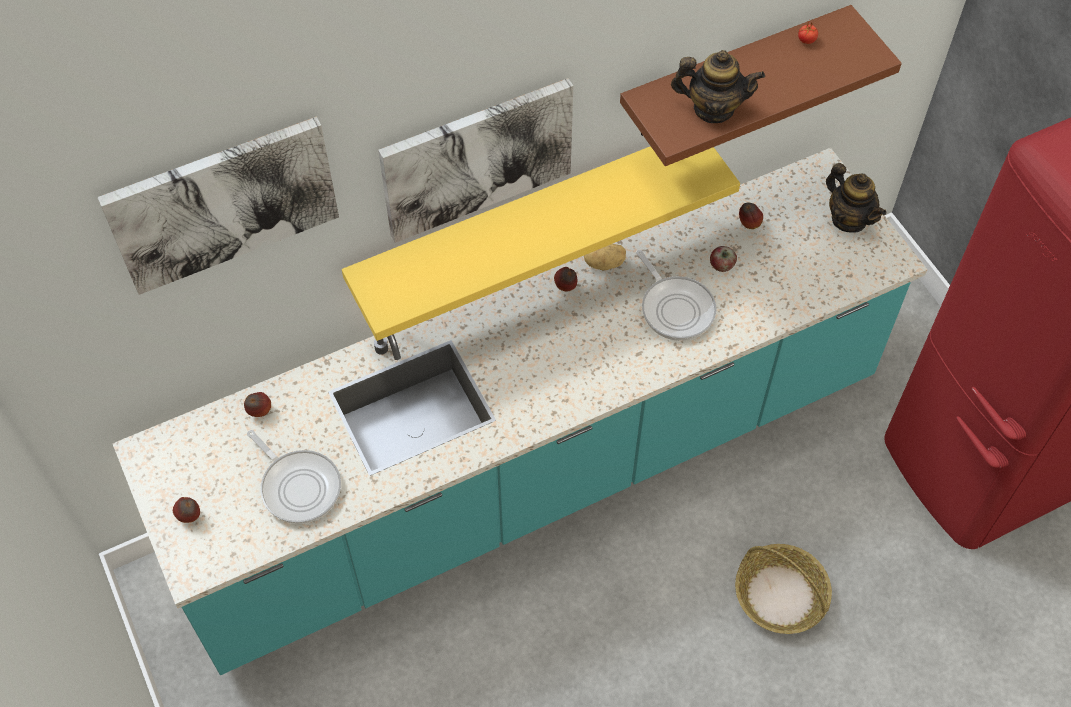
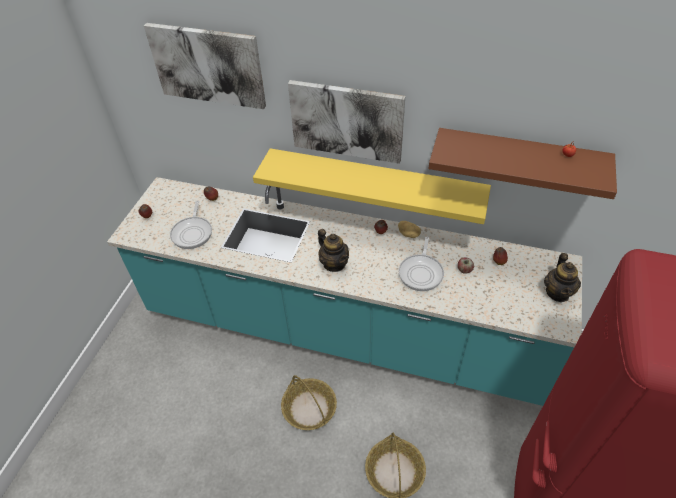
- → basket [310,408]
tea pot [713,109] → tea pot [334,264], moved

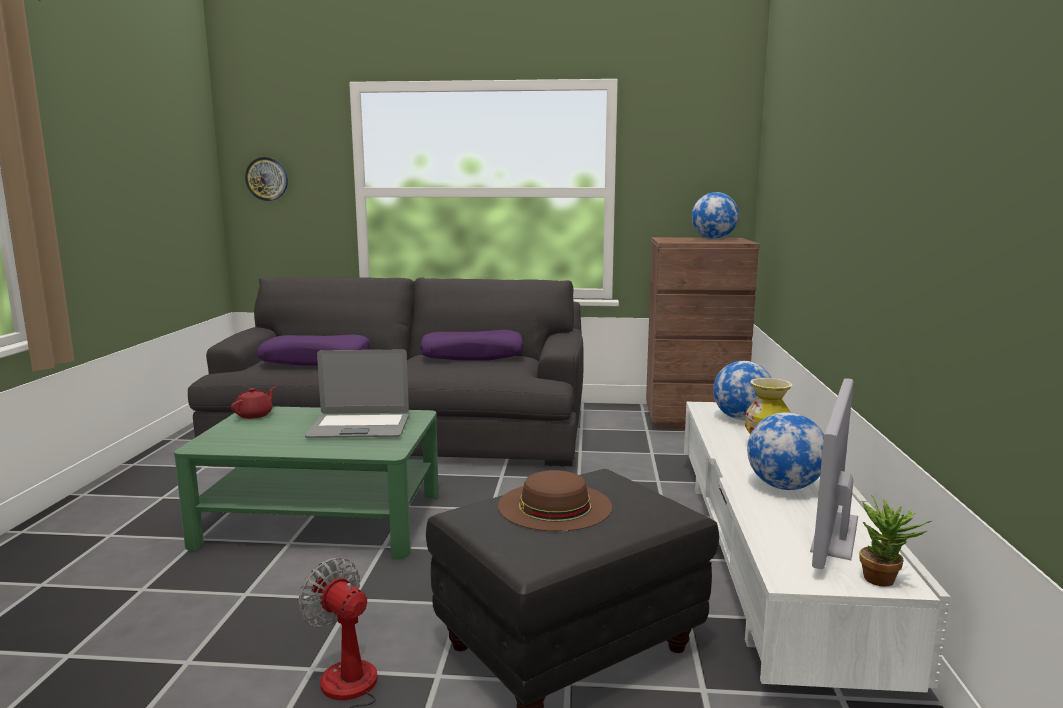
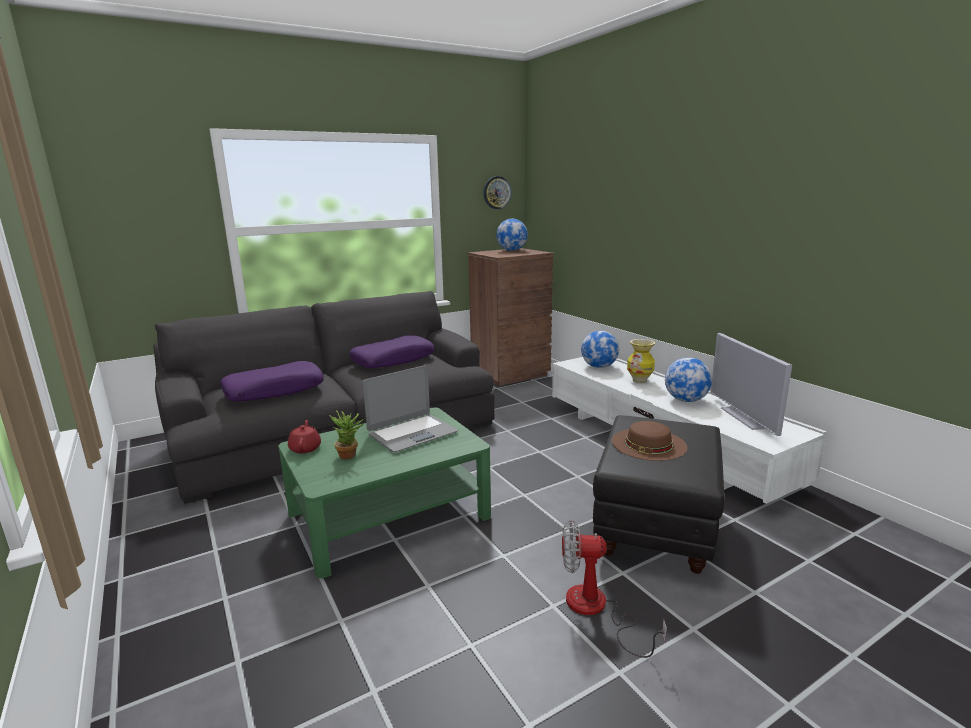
wall clock [267,179] → wall clock [496,192], moved
houseplant [885,580] → houseplant [351,455], moved

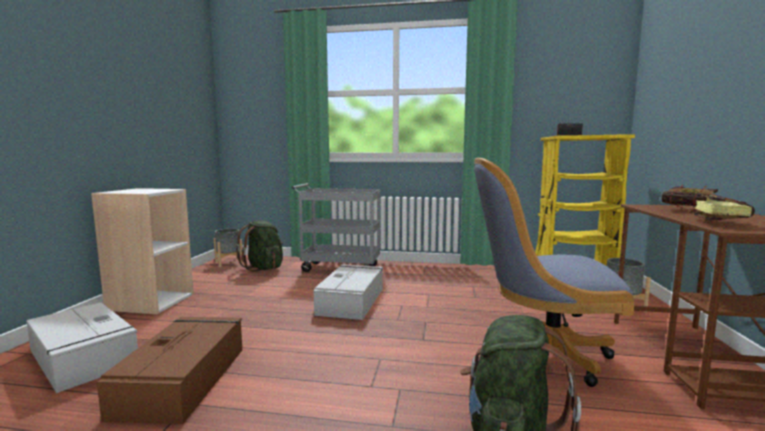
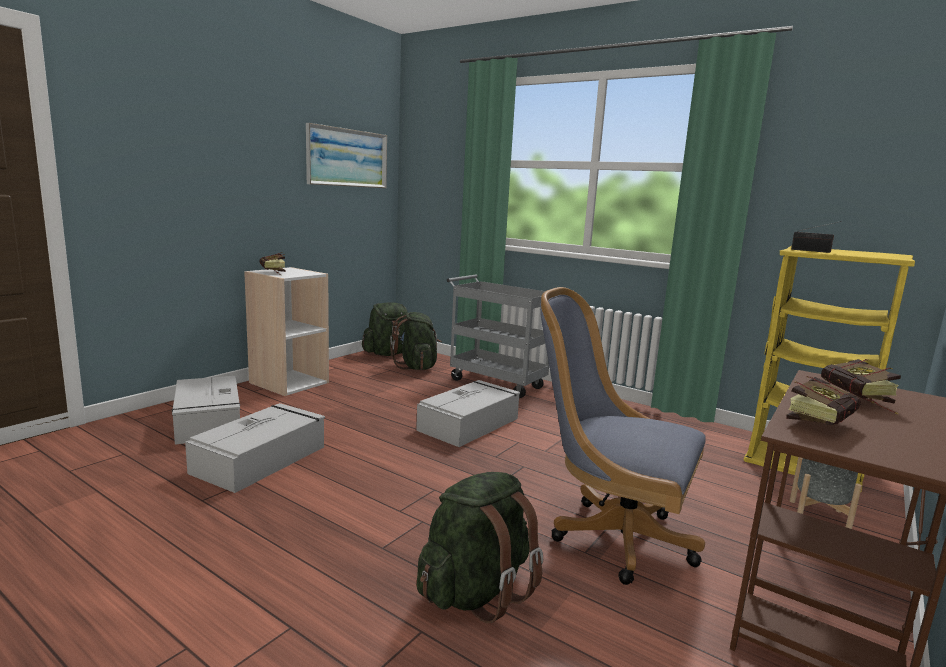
- → volume [273,273]
- → wall picture [347,158]
flower pot/grey [228,262] → backpack/greenish [388,354]
storage box/brown [184,378] → storage box/grey [261,459]

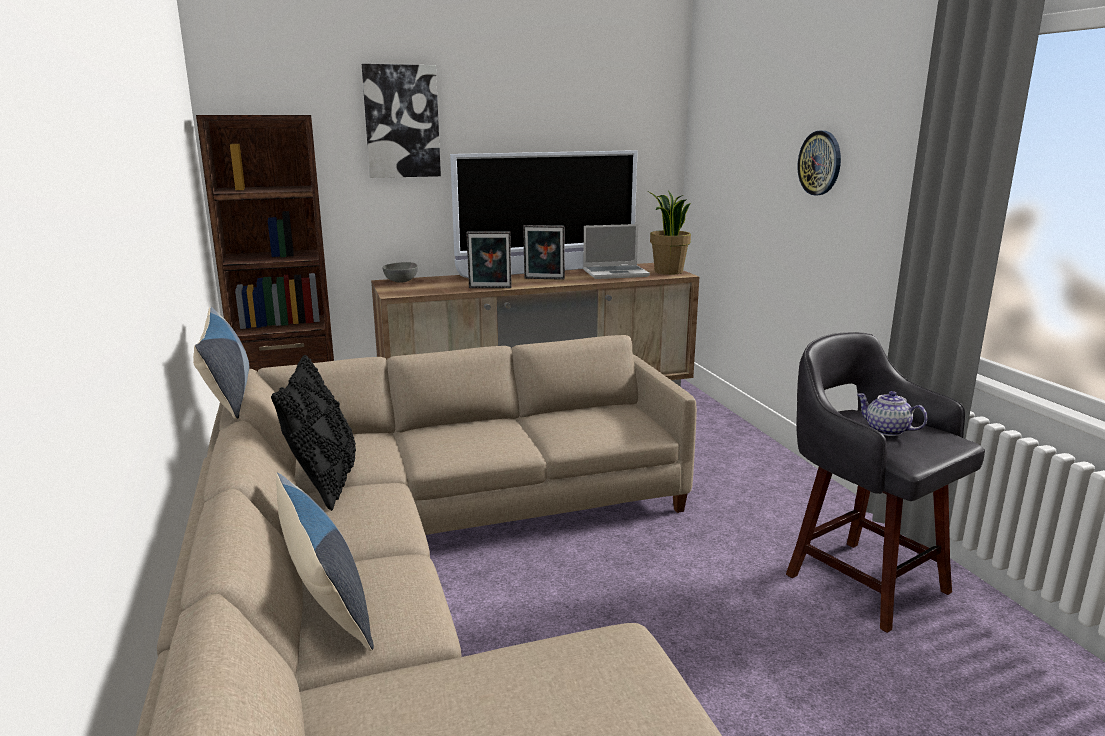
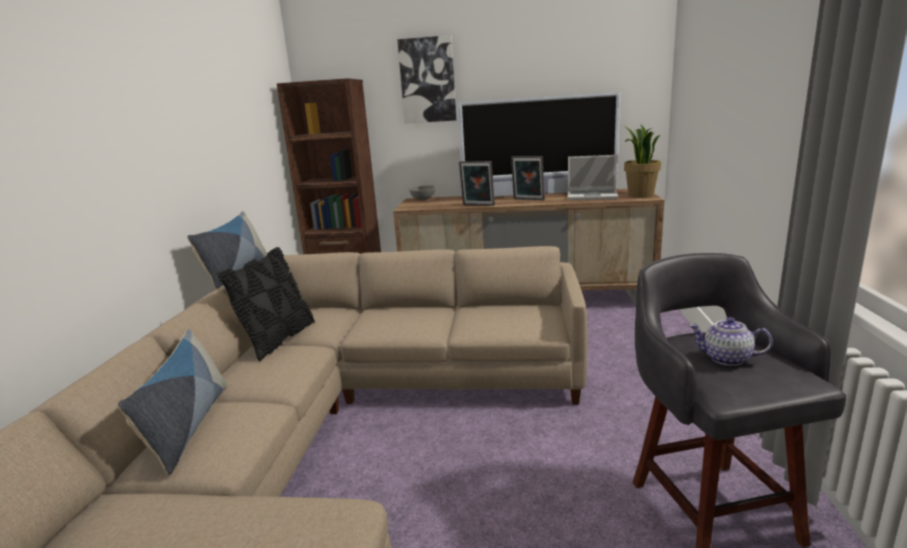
wall clock [820,163] → -
tea pot [886,430] → tea pot [726,359], 45 degrees counterclockwise

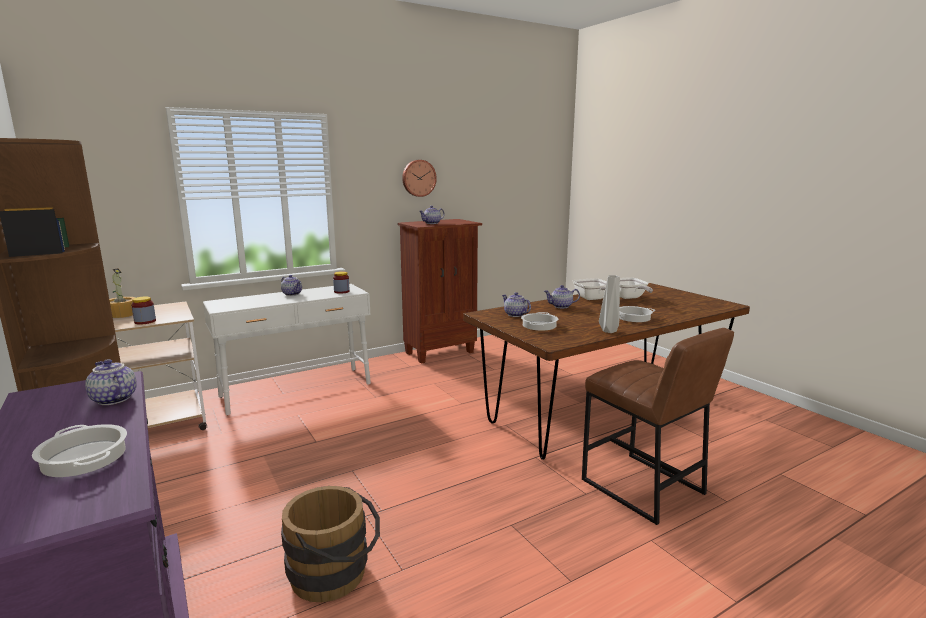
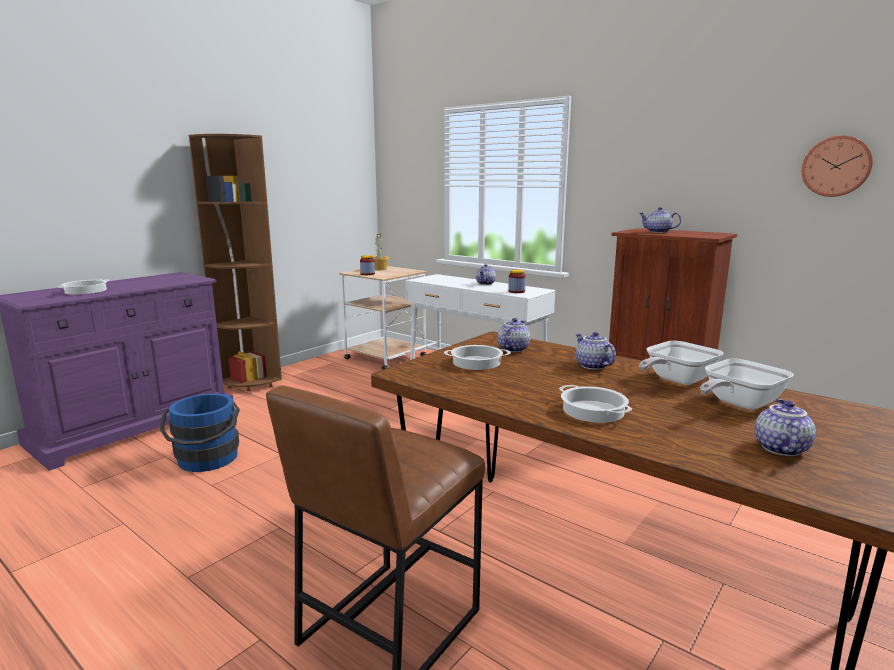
decorative vase/grey [610,331] → -
tea pot [112,399] → tea pot [779,448], moved
wall clock [418,178] → wall clock [836,166], moved
bucket/brown [335,575] → bucket/blue-coloured [206,461]

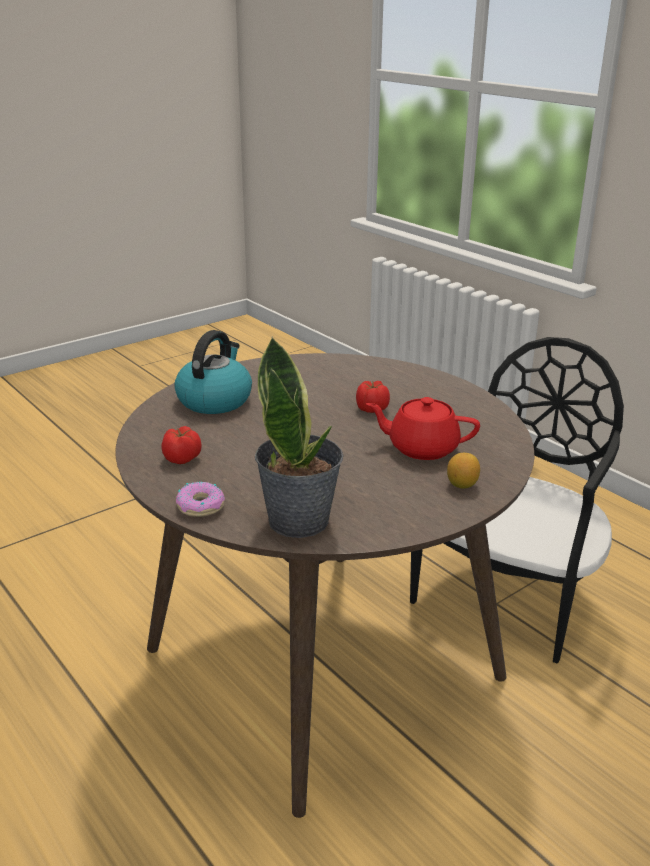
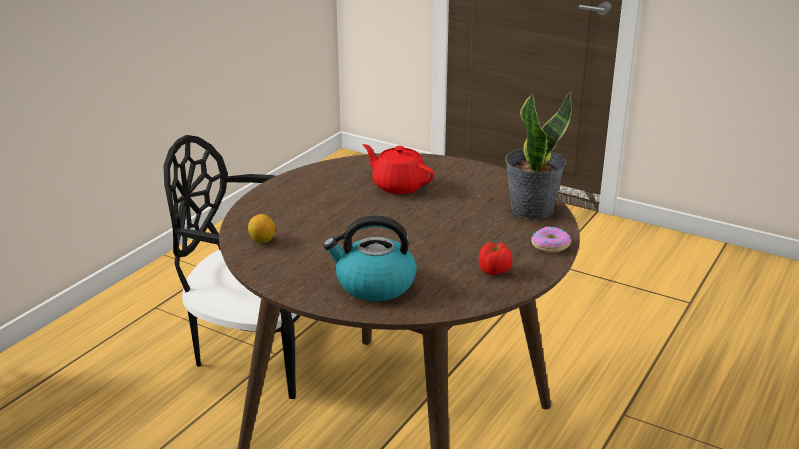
whole tomato [371,408] → -
citrus fruit [462,484] → citrus fruit [262,240], moved
tea pot/reddish [422,448] → tea pot/reddish [398,185], 135 degrees clockwise

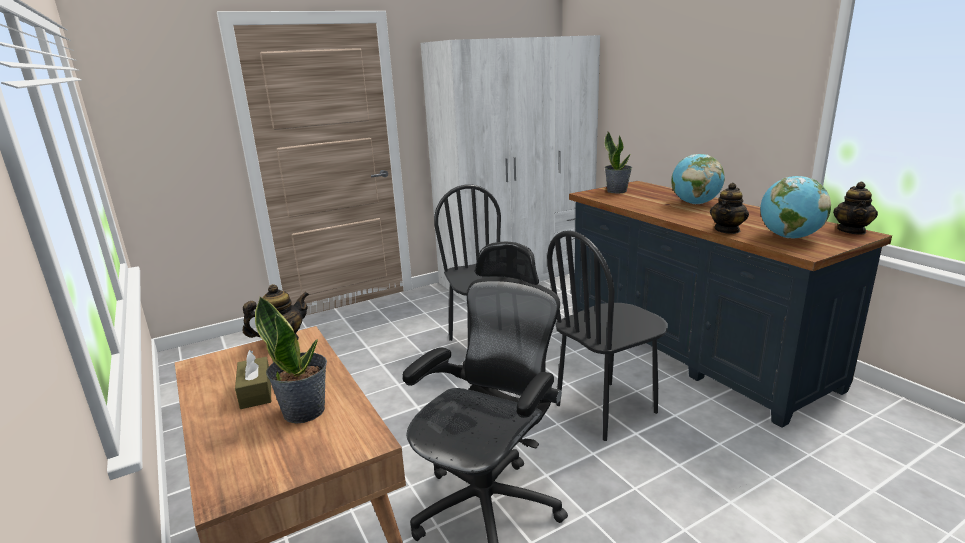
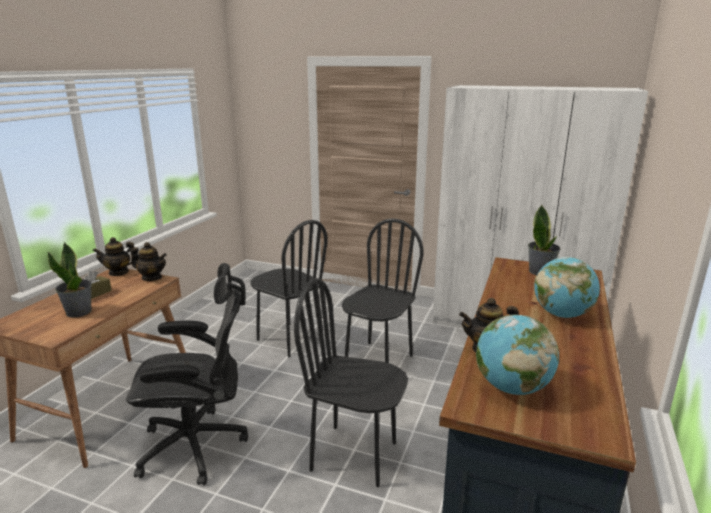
- → plain chair/black [289,339]
tea pot [851,231] → tea pot [119,272], moved

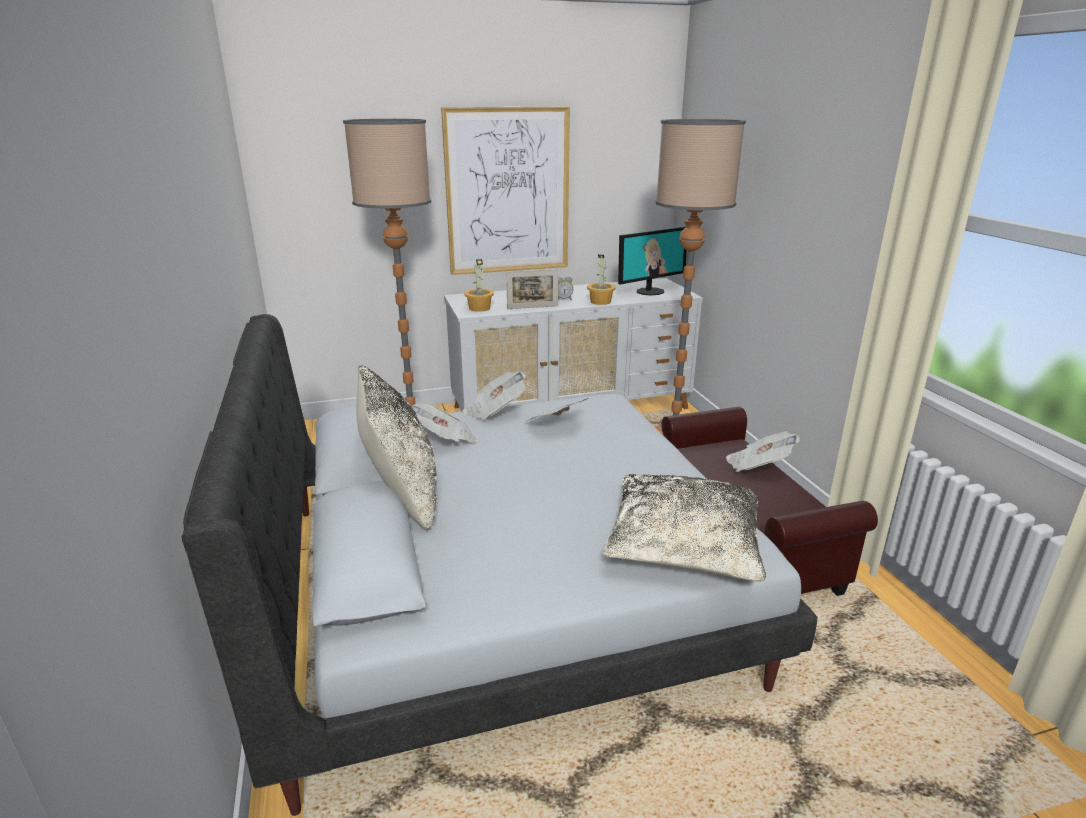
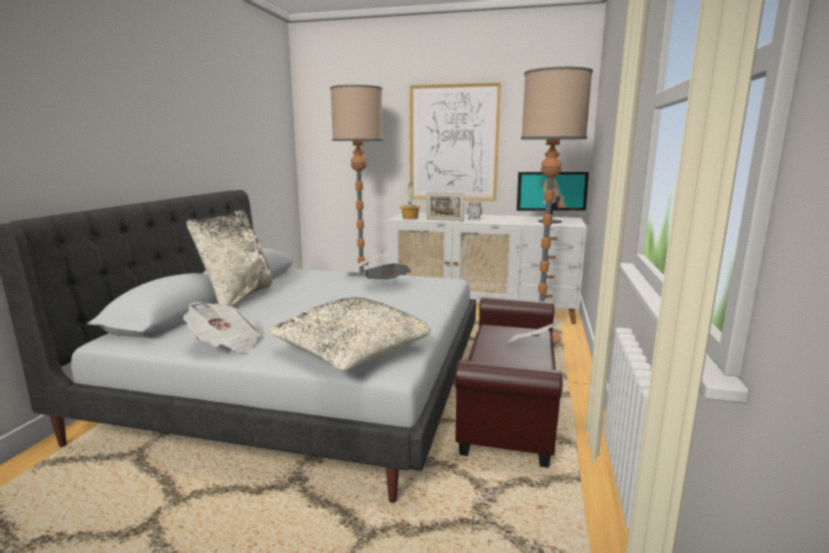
houseplant [600,302] → -
printed paper [445,439] → printed paper [225,344], moved

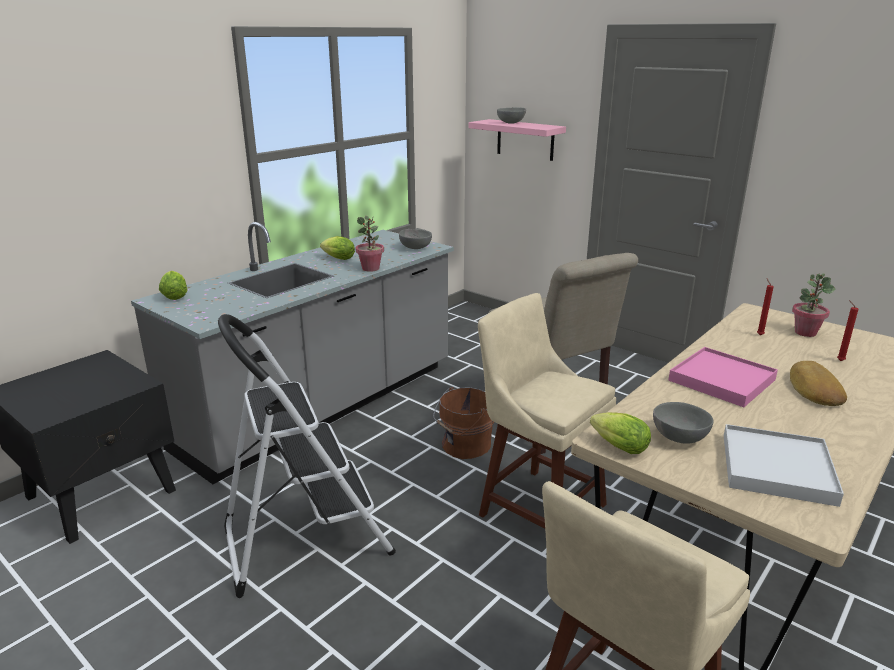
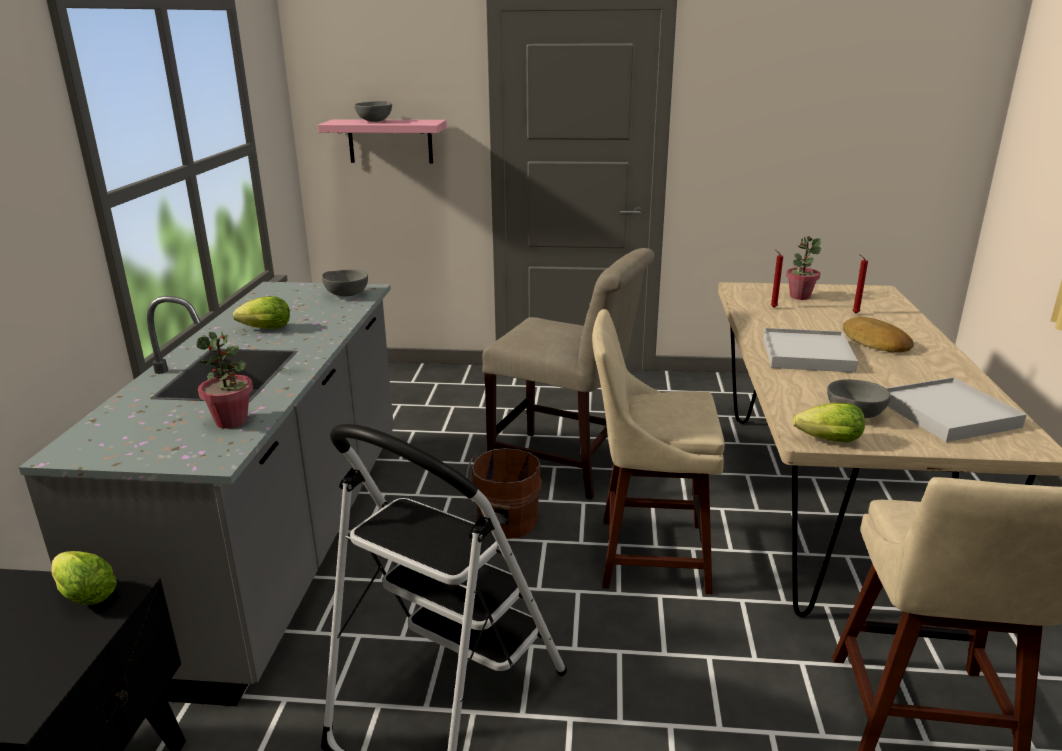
lettuce [175,296] → lettuce [84,594], moved
houseplant [371,268] → houseplant [232,421], moved
serving tray/pinkish [721,380] → serving tray/white-coloured [806,355]

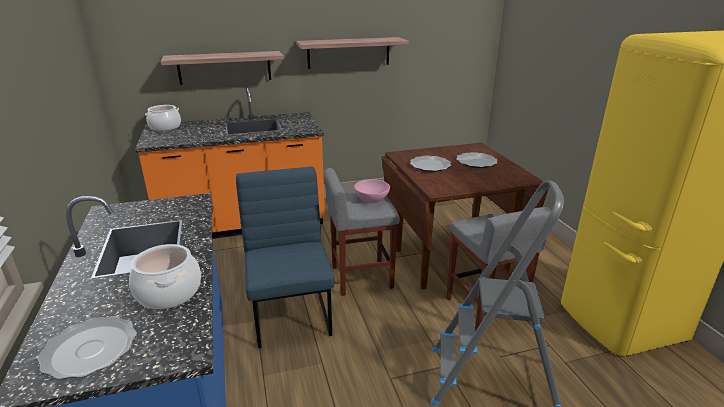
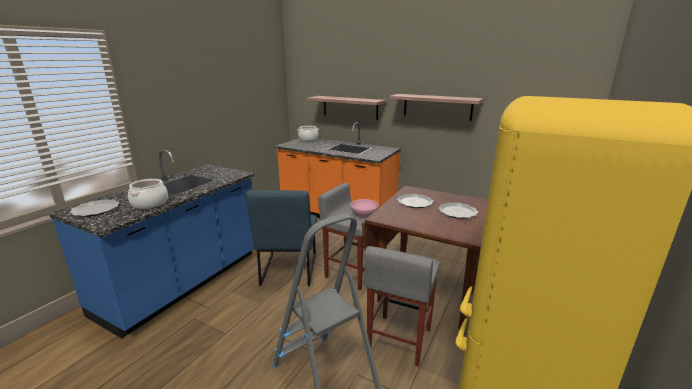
plain chair/blue-coloured [291,311] → plain chair/blue-coloured [288,270], 150 degrees clockwise

